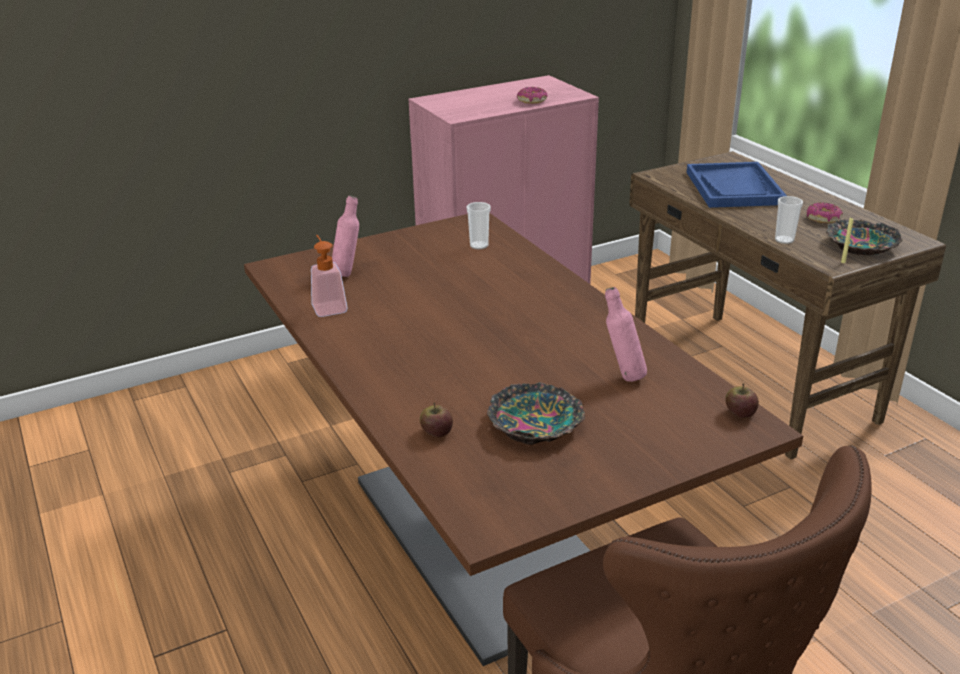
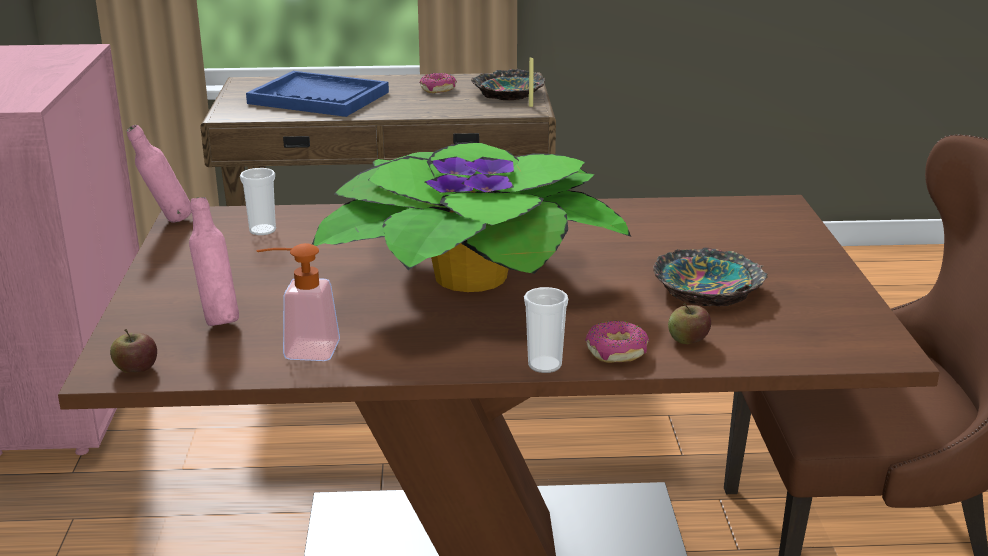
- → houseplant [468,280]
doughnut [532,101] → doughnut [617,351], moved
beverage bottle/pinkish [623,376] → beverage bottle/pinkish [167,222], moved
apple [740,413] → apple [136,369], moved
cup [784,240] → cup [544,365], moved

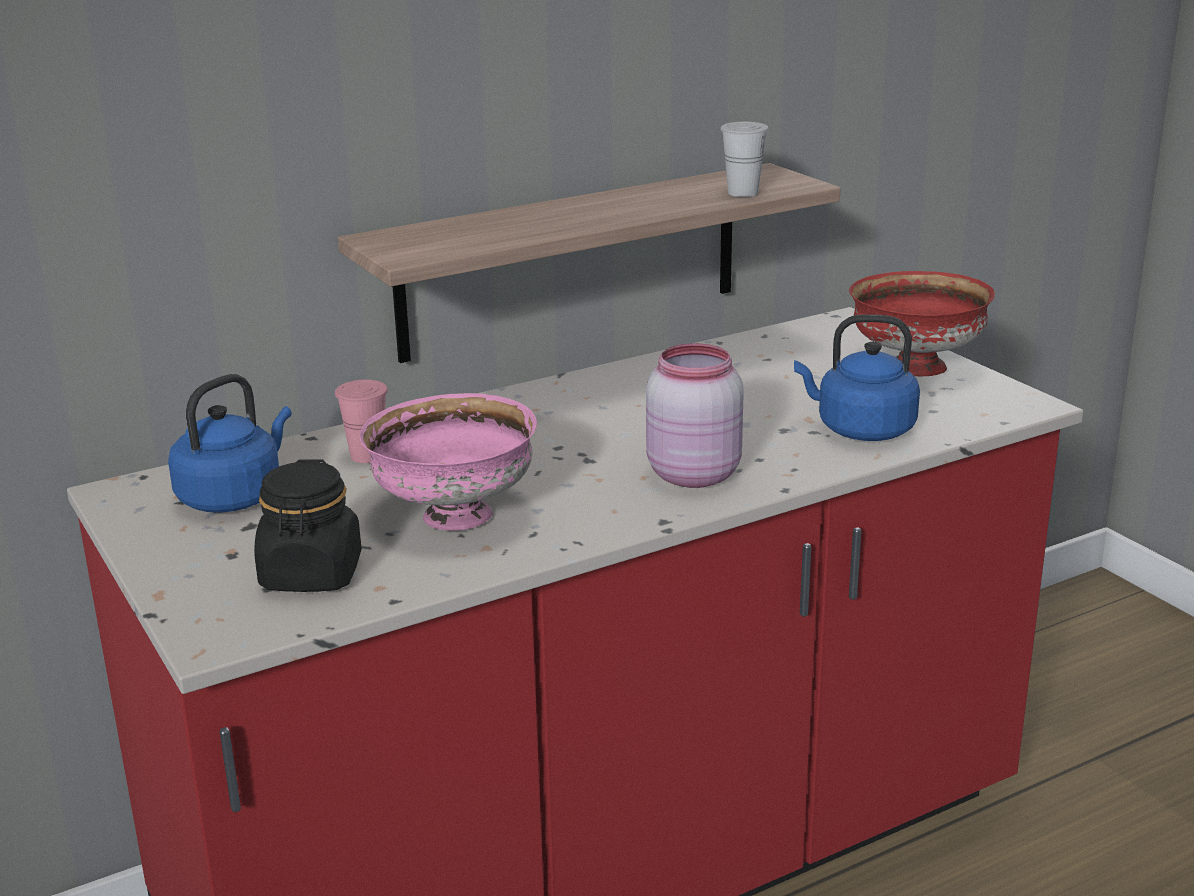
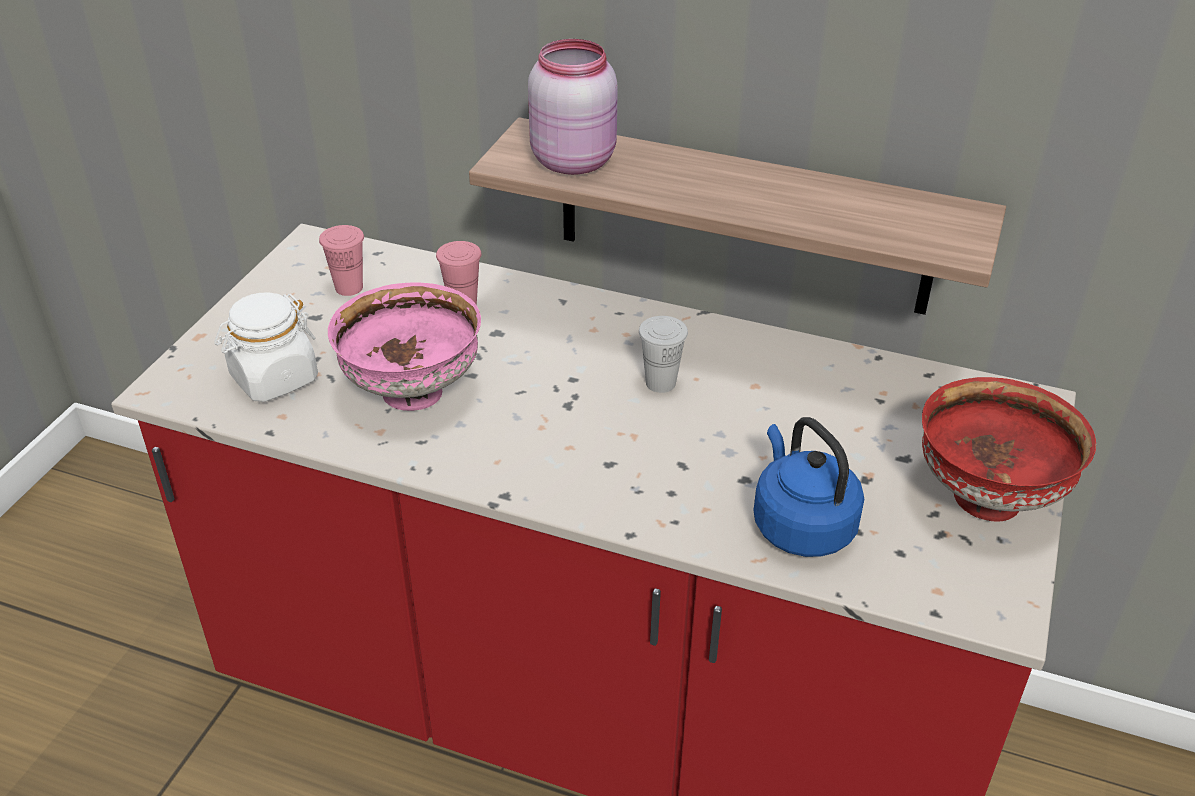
storage jar/pinkish [691,474] → storage jar/pinkish [573,160], moved
cup/white-coloured [742,193] → cup/white-coloured [660,383], moved
tea kettle/blue-coloured [234,496] → cup/pinkish [349,288]
storage jar/black [311,574] → storage jar/white-coloured [274,379]

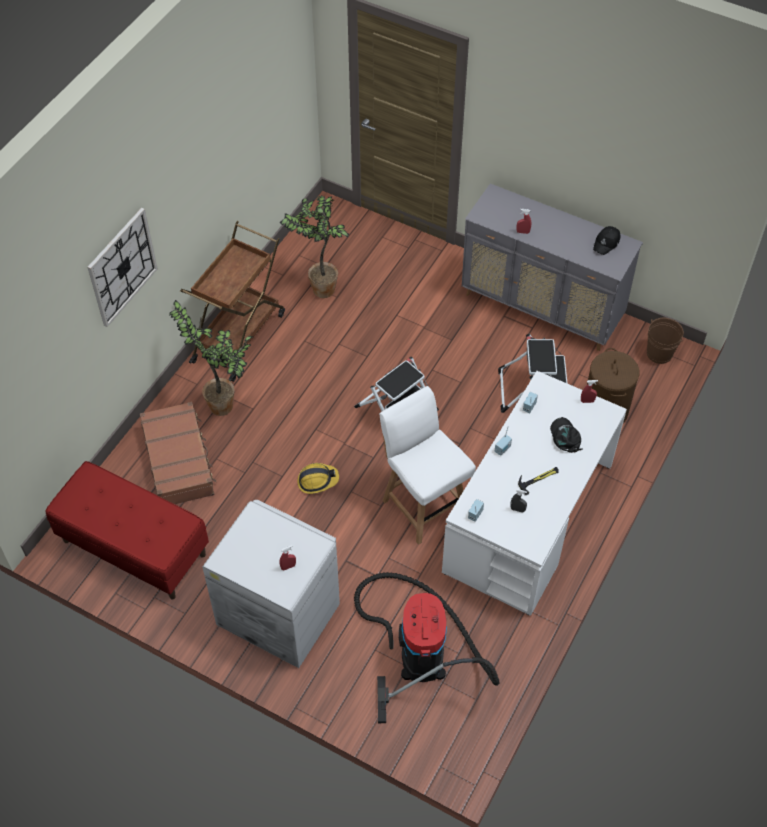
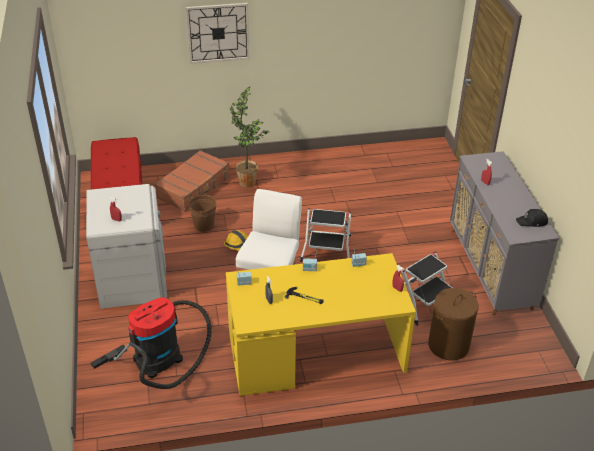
wheeled cart/brown [239,338] → -
houseplant [321,288] → -
cap/black [565,437] → -
bucket/brown [659,353] → bucket/brown [204,225], moved
desk table/white-coloured [529,518] → desk table/yellow-coloured [316,354]

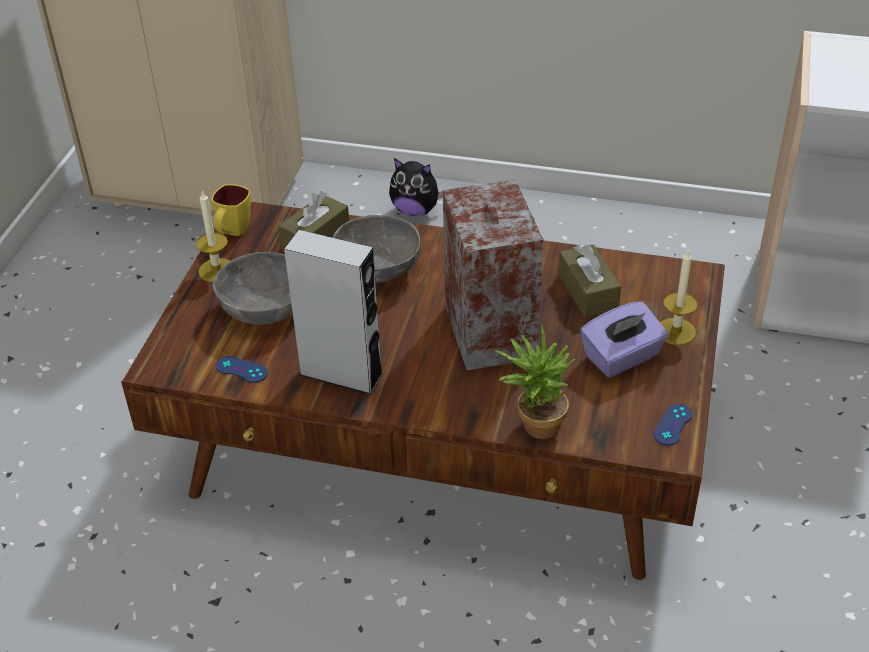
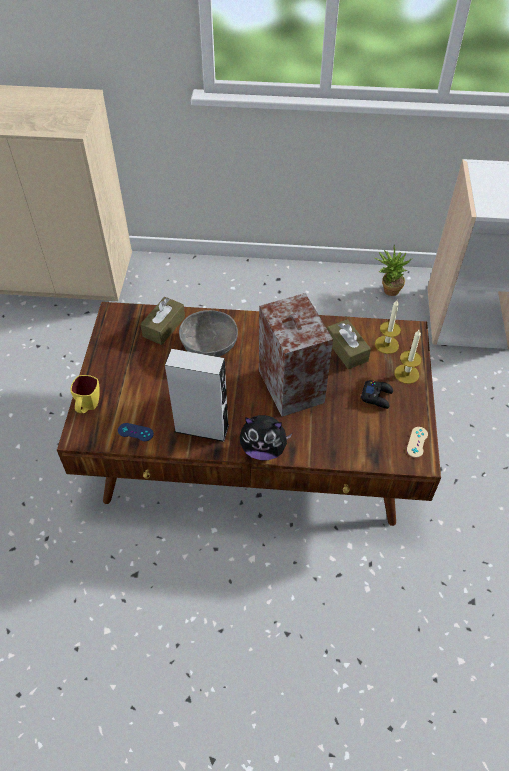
serving bowl/grey [264,308] → -
wax light [216,270] → wax light [386,344], moved
tea mug/yellow-coloured [232,233] → tea mug/yellow-coloured [88,408], moved
plush toy [415,210] → plush toy [263,449], moved
houseplant [534,424] → houseplant [387,290], moved
box of tissues/purple [622,357] → joypad/black [377,396]
joypad/blue-coloured [673,425] → joypad/beige-coloured [417,442]

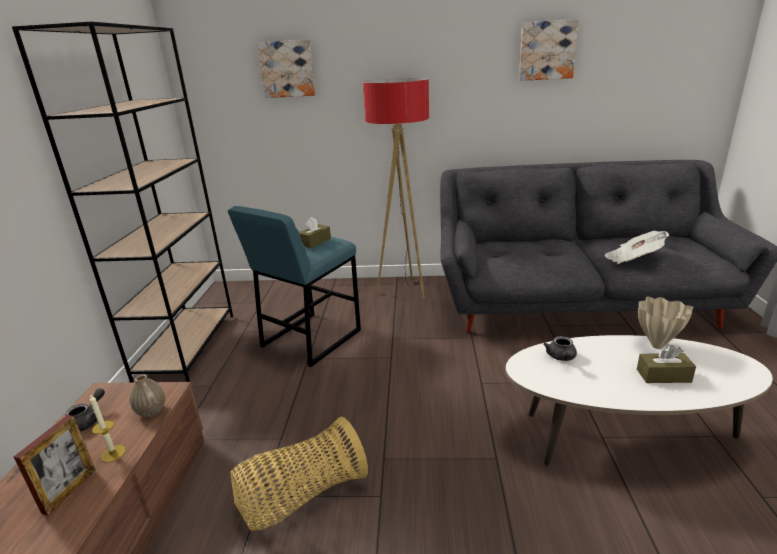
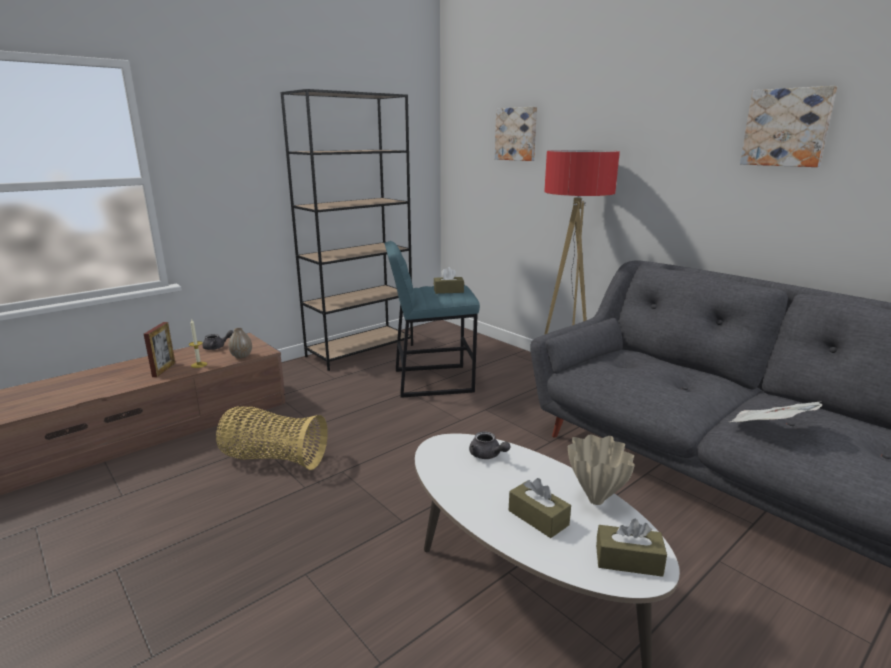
- → box of tissues/brown [628,560]
photo frame [69,490] → photo frame [164,369], 60 degrees counterclockwise
tea pot/grey [561,357] → tea pot/grey [487,455], 90 degrees counterclockwise

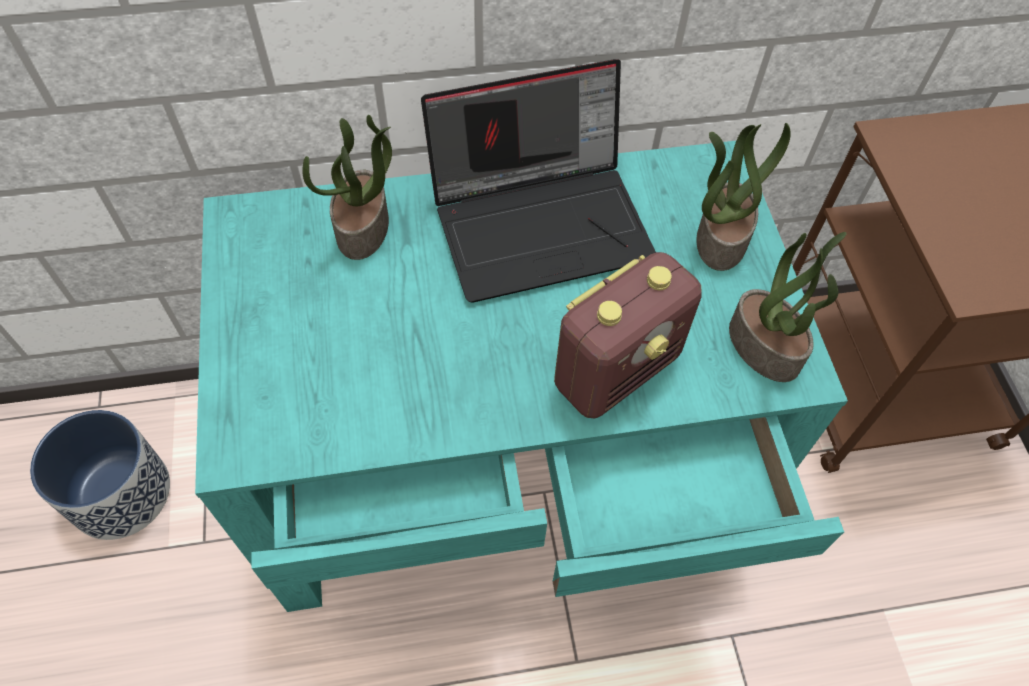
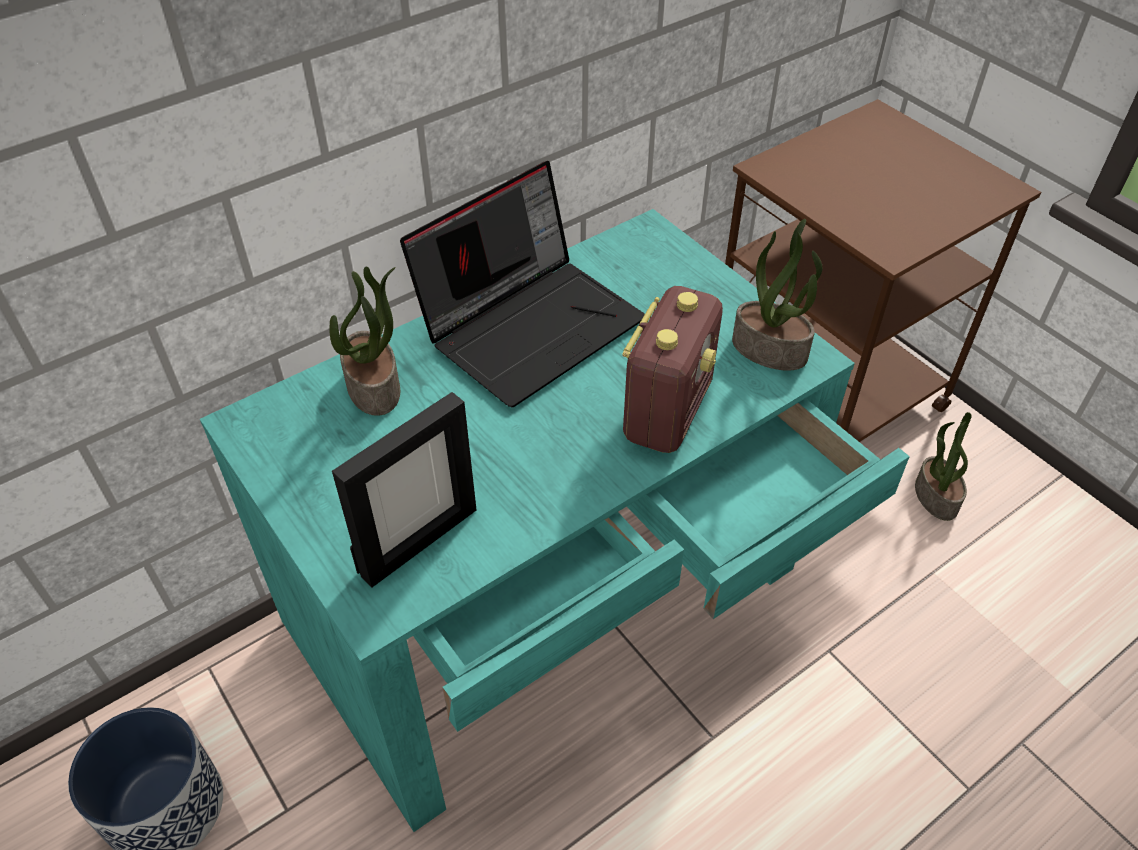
- → photo frame [418,540]
houseplant [720,238] → houseplant [934,496], moved

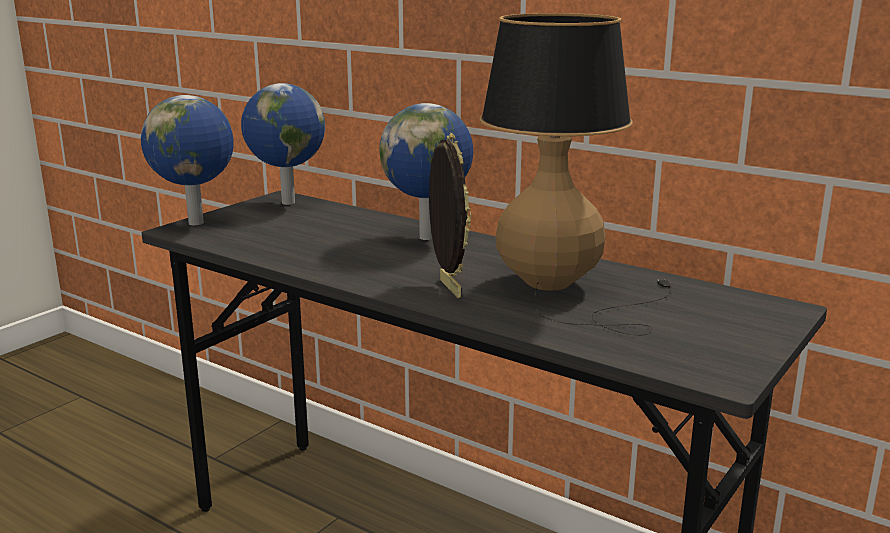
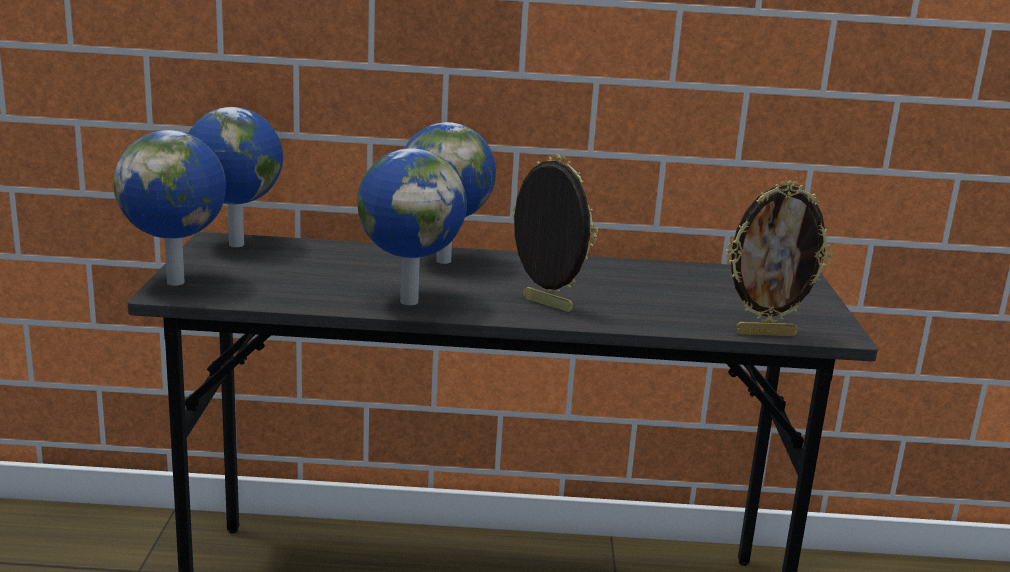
lamp for a table [561,290] → -
- → globe [408,301]
- → photo frame [765,333]

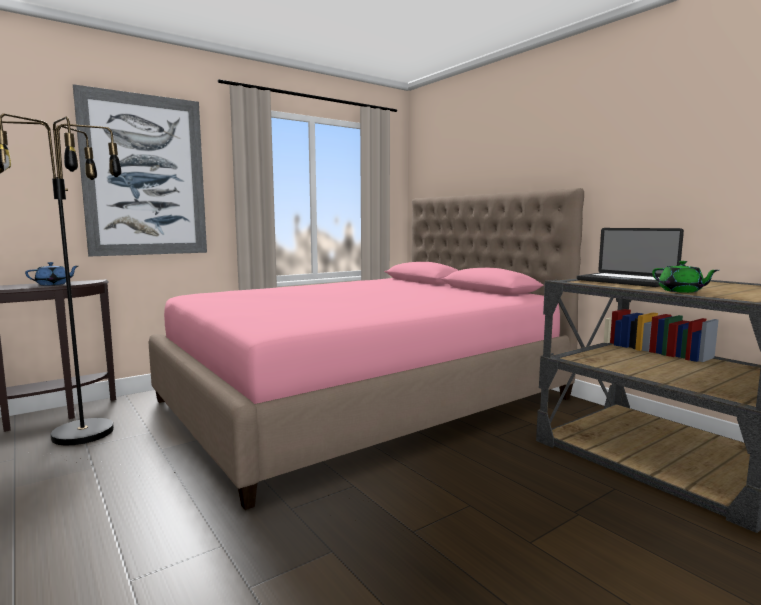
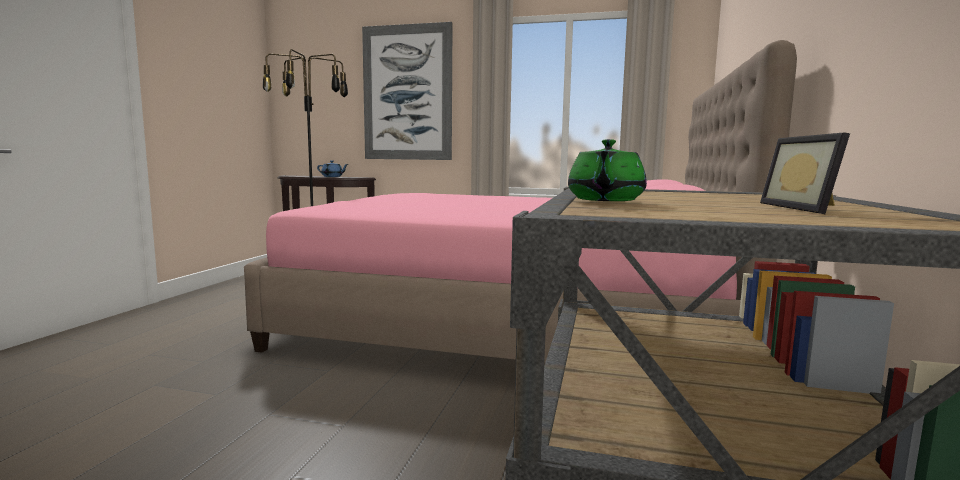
portable computer [625,281] → -
- → photo frame [808,209]

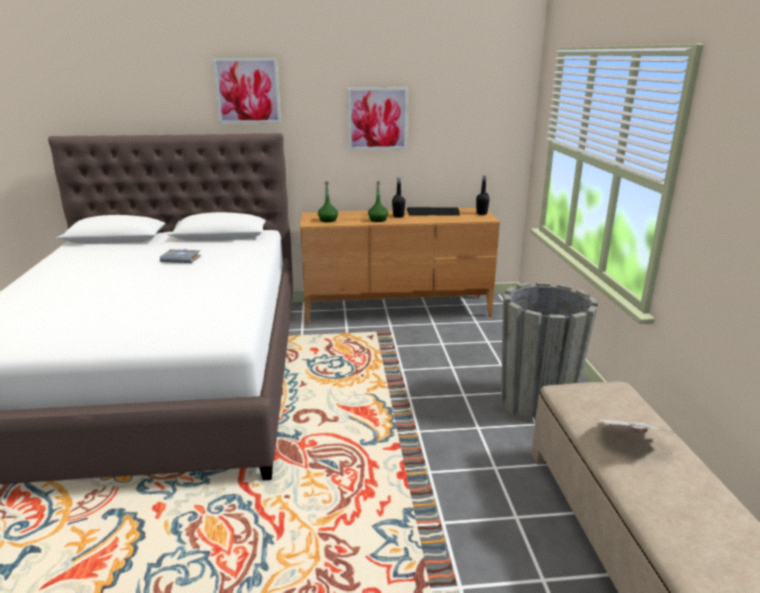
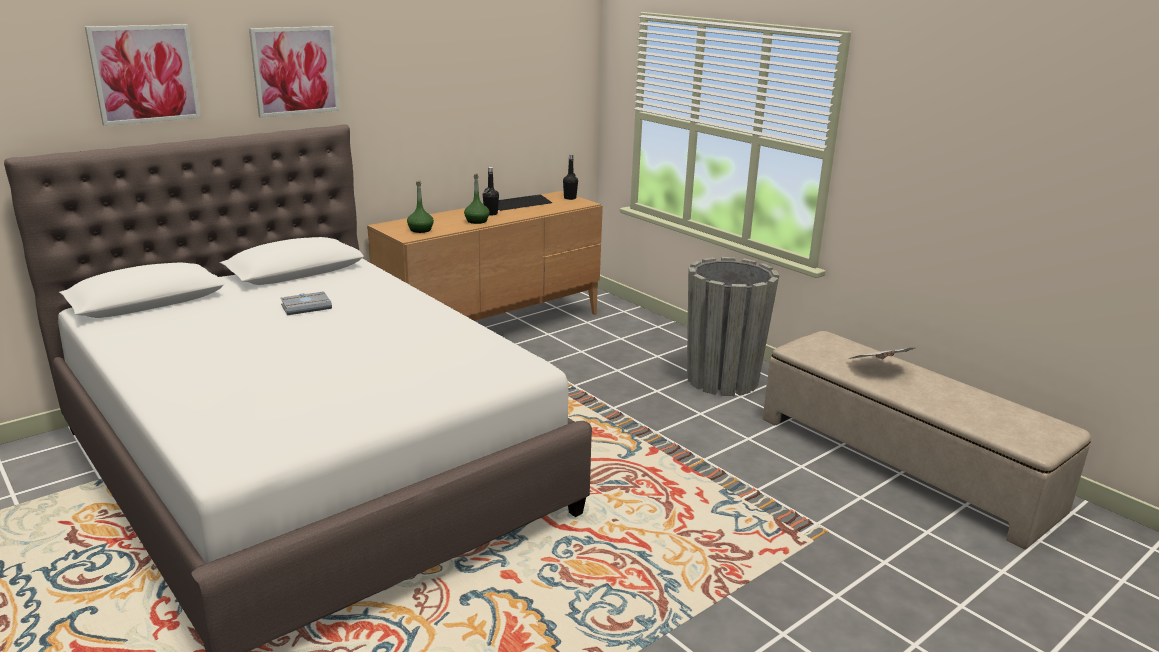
wall picture [377,118] → wall picture [145,74], moved

